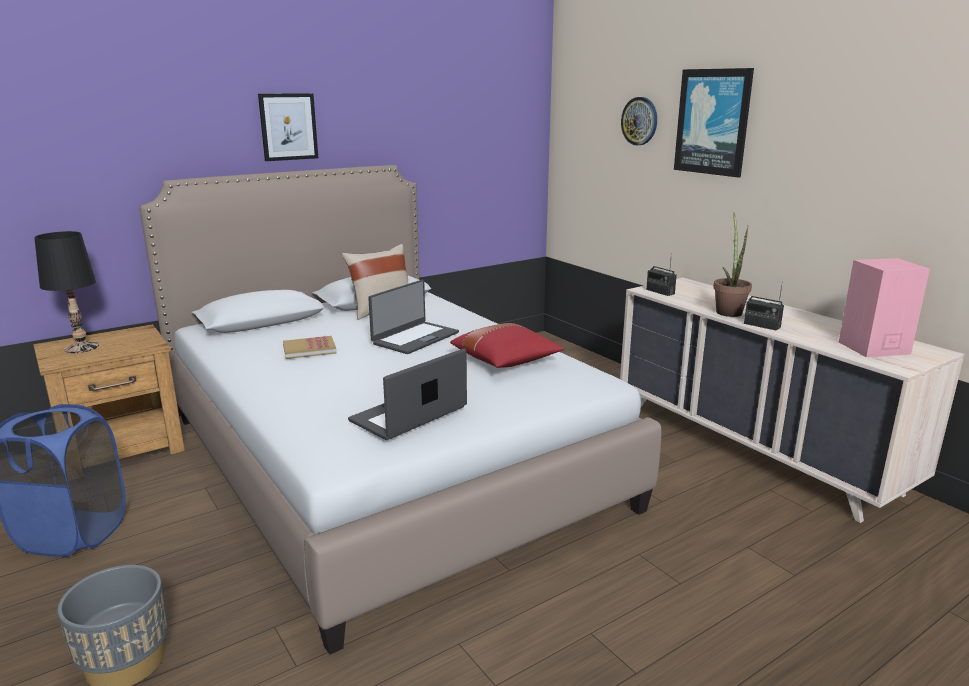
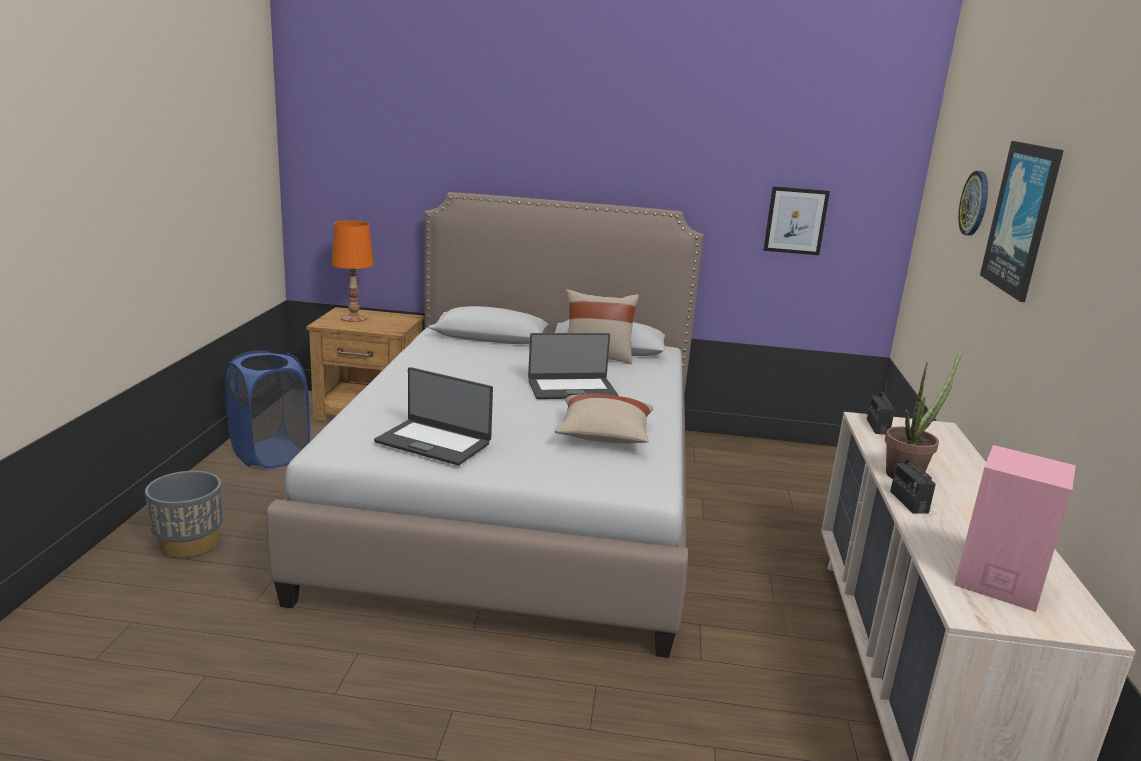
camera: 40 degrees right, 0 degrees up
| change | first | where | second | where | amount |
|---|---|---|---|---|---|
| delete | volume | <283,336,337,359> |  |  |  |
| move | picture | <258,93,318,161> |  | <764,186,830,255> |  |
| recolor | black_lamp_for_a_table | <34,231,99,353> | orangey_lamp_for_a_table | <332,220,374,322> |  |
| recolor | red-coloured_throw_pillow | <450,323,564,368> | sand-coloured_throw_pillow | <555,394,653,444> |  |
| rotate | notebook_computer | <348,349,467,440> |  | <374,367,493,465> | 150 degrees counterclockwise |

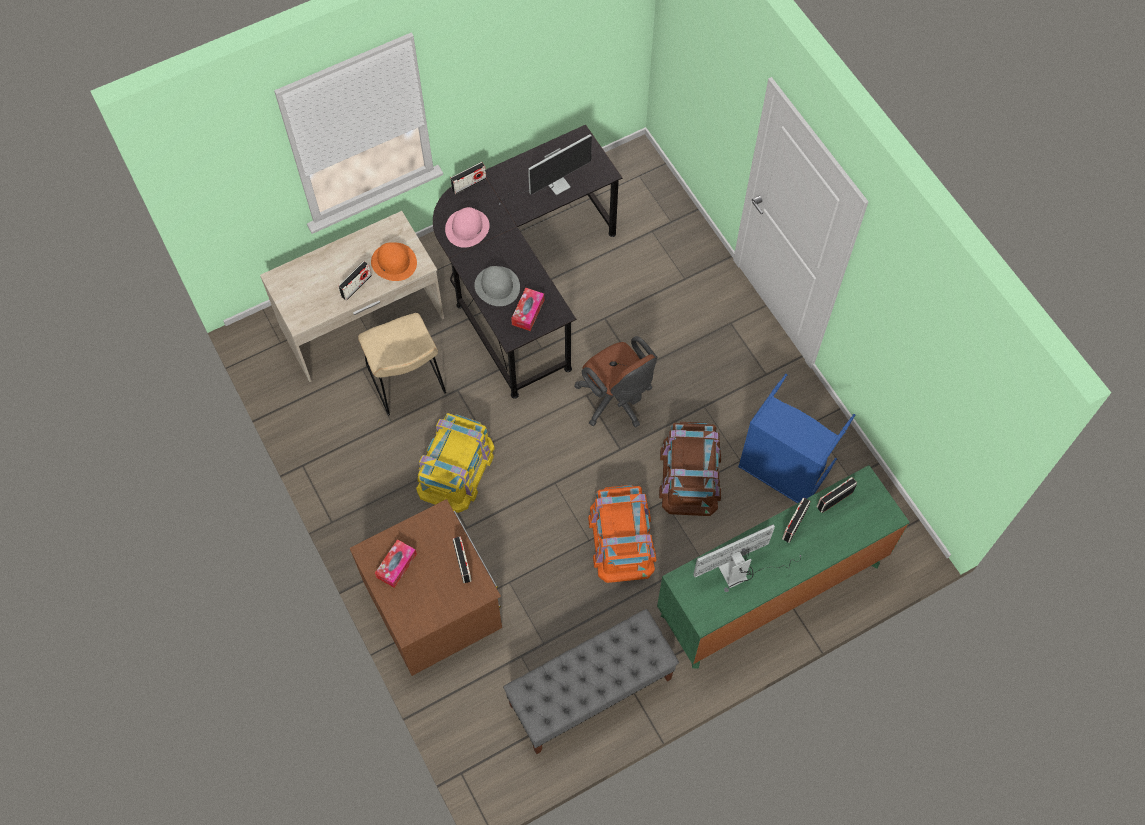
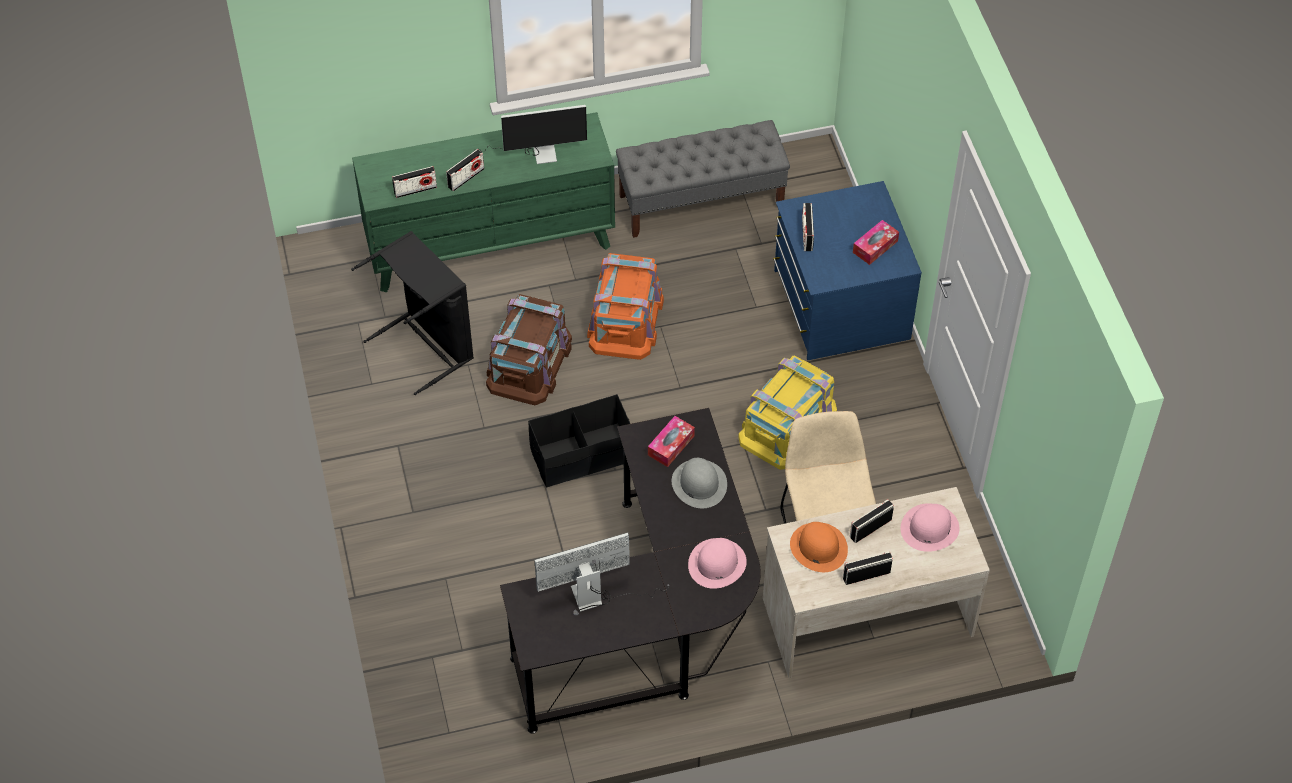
camera: 165 degrees left, 10 degrees down
| change | first | where | second | where | amount |
|---|---|---|---|---|---|
| insert |  |  | pinkish_hat | <901,503,959,552> |  |
| move | radio_set | <451,162,486,194> |  | <843,551,893,585> |  |
| replace | brown-coloured_desk_chair | <574,336,657,427> | black_storage_container | <528,394,630,488> |  |
| recolor | brown-coloured_chest_of_drawers | <350,499,502,676> | bluish_chest_of_drawers | <773,181,922,360> |  |
| recolor | bluish_washing_basket | <738,374,855,503> | black_washing_basket | <351,231,474,395> |  |

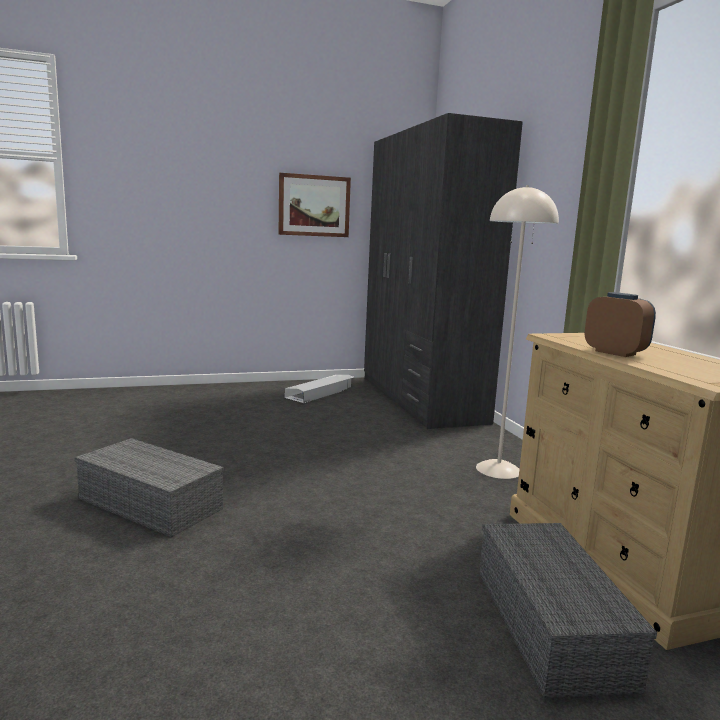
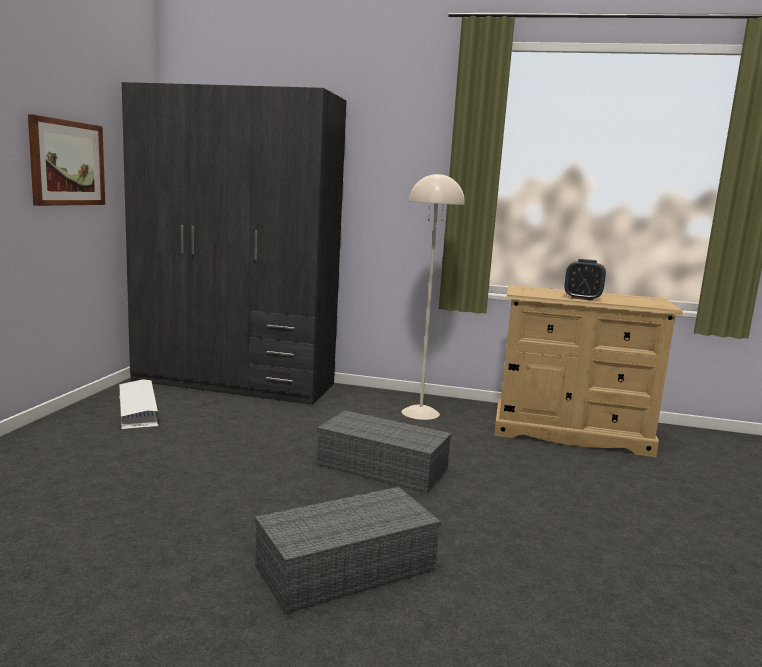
camera: 60 degrees left, 0 degrees up
| change | first | where | second | where | amount |
|---|---|---|---|---|---|
| move | gray_storage_container | <479,523,657,698> |  | <317,410,452,493> |  |
| rotate | alarm_clock | <585,292,656,357> |  | <564,259,606,301> | 150 degrees counterclockwise |

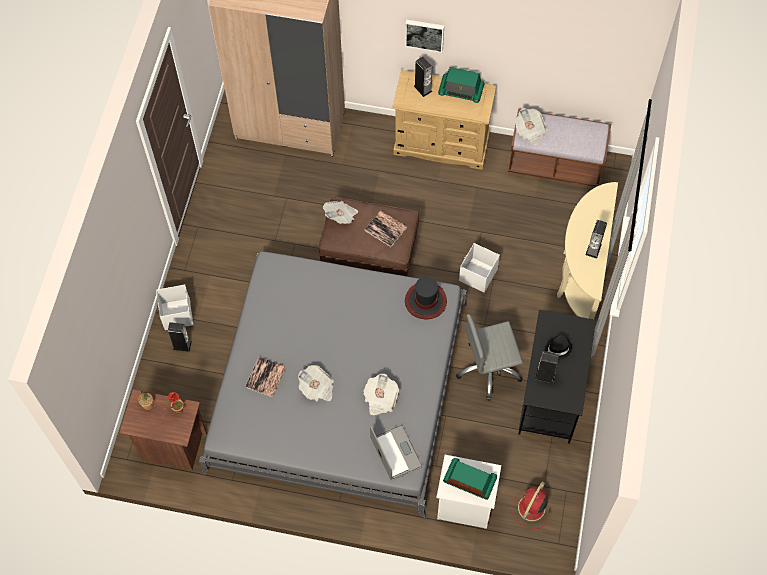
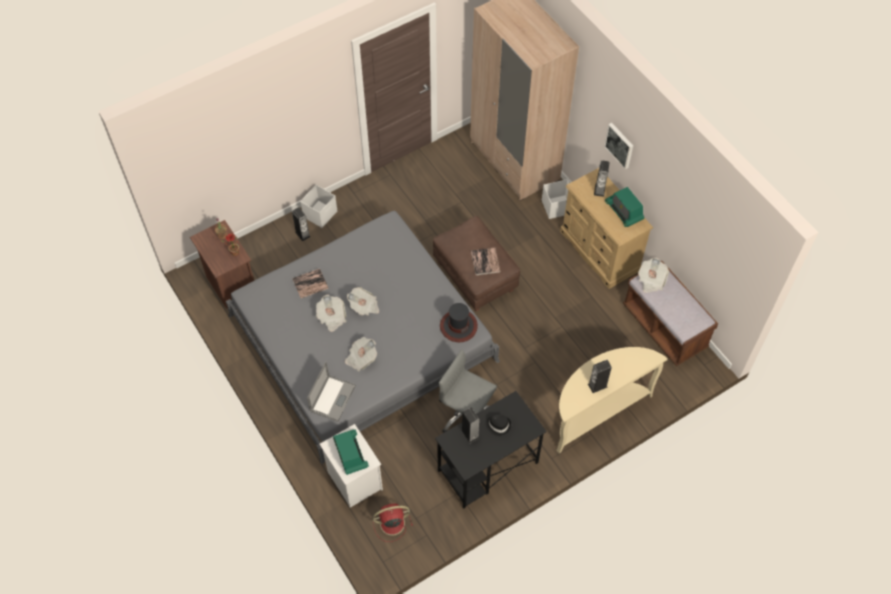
camera: 45 degrees right, 5 degrees down
| change | first | where | second | where | amount |
|---|---|---|---|---|---|
| move | printed_paper | <323,201,358,224> |  | <347,287,379,315> |  |
| move | white-coloured_storage_container | <459,243,500,293> |  | <542,179,569,219> |  |

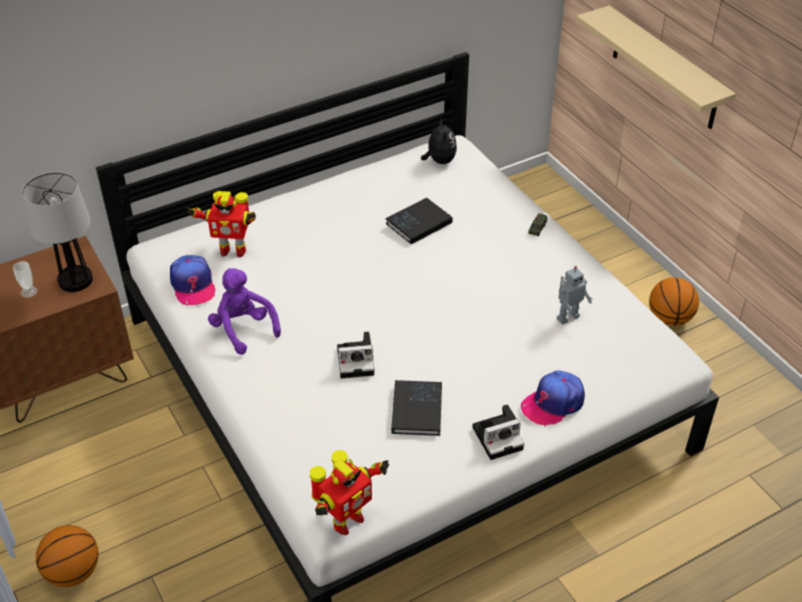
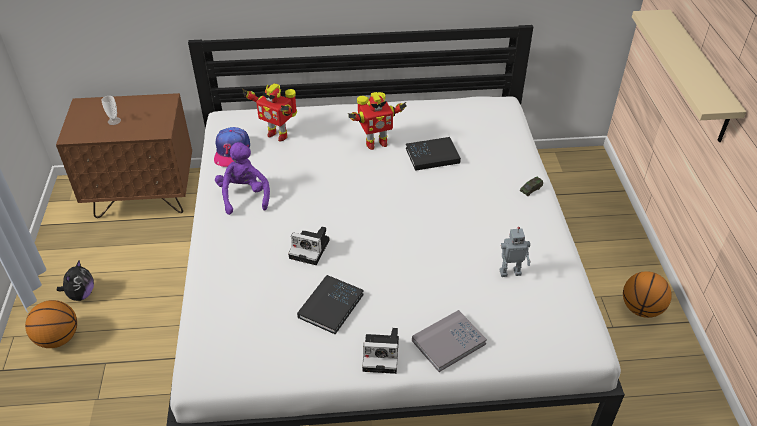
camera: 25 degrees right, 0 degrees up
| change | first | where | second | where | amount |
|---|---|---|---|---|---|
| delete | lamp_for_a_table | <22,172,93,292> |  |  |  |
| move | toy_robot | <310,450,389,535> |  | <348,92,407,150> |  |
| move | soft_toy | <421,118,457,164> |  | <57,260,94,301> |  |
| replace | cap | <521,370,585,426> | gray_volume | <412,310,487,372> |  |

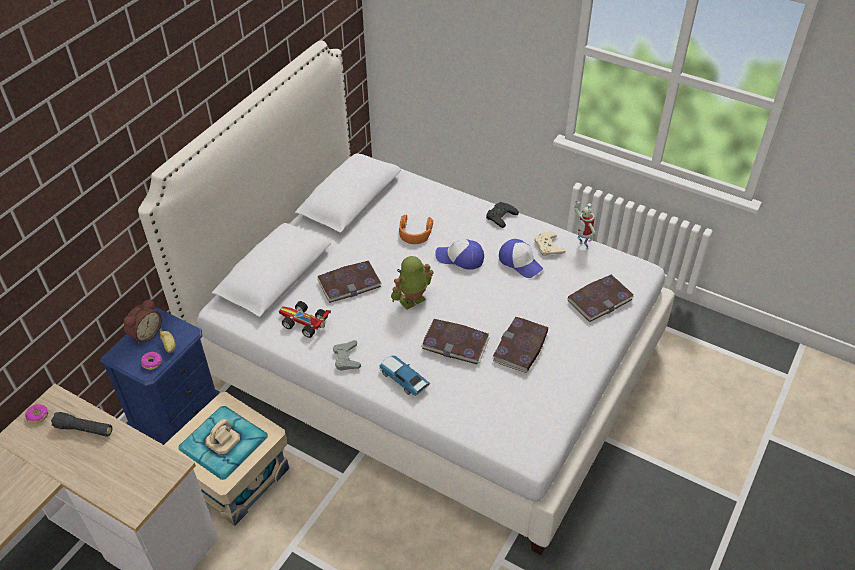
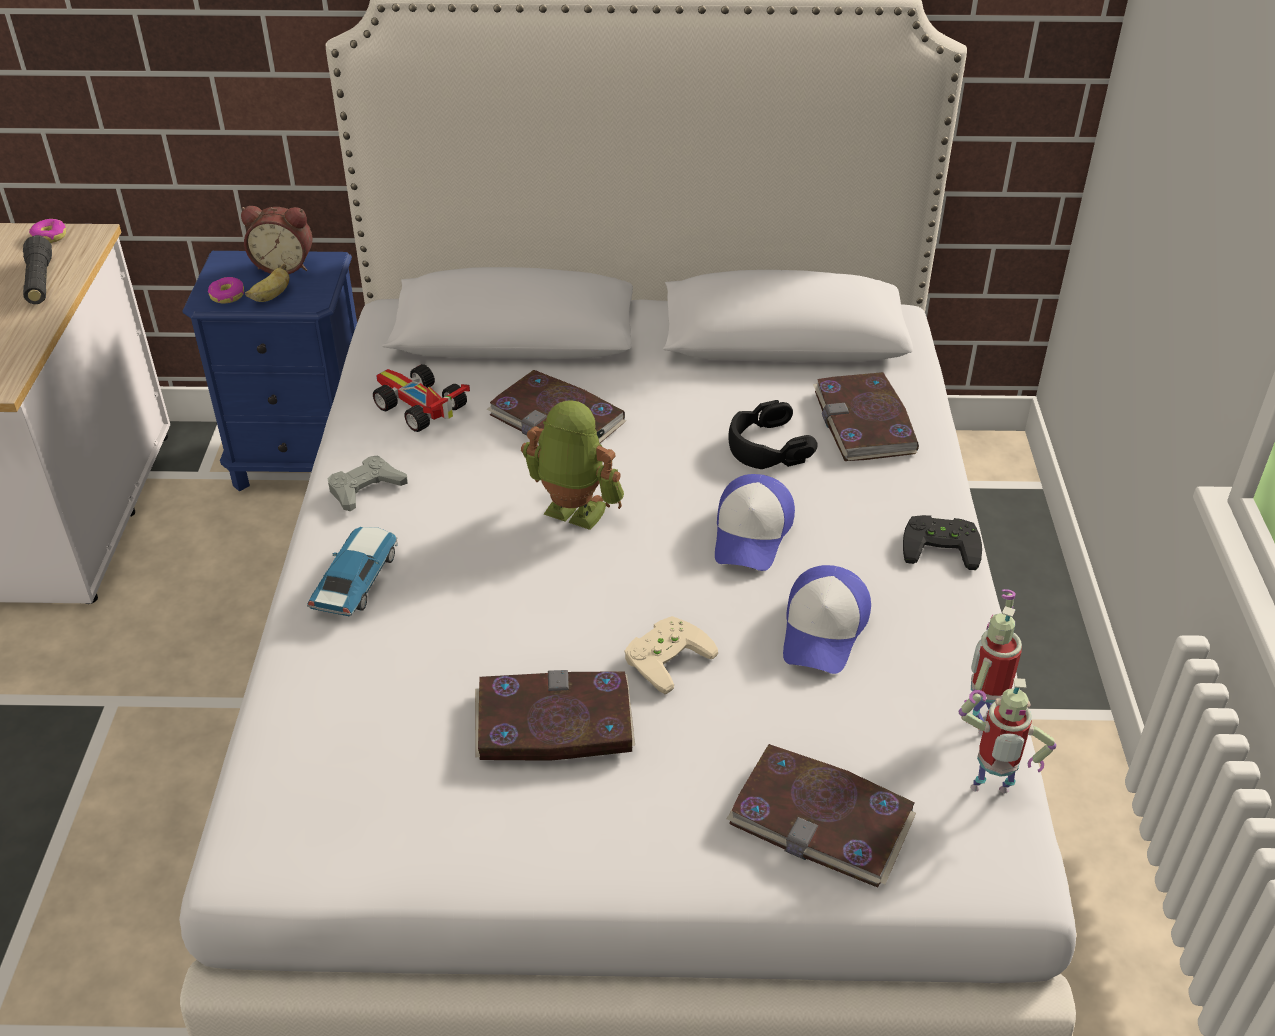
camera: 60 degrees right, 5 degrees down
| change | first | where | second | where | amount |
|---|---|---|---|---|---|
| delete | sand-coloured_storage_container | <164,392,289,526> |  |  |  |
| insert |  |  | toy_robot | <959,678,1056,793> |  |
| move | volume | <421,319,490,364> |  | <813,372,919,461> |  |
| move | sand-coloured_game_controller | <534,231,565,256> |  | <625,616,718,694> |  |
| recolor | orangey_pair_of_headphones | <399,214,433,244> | black_pair_of_headphones | <728,400,818,469> |  |
| rotate | miniature_car | <279,301,331,338> |  | <373,364,470,432> | 45 degrees counterclockwise |
| rotate | cap | <435,239,484,270> |  | <715,474,795,571> | 150 degrees counterclockwise |

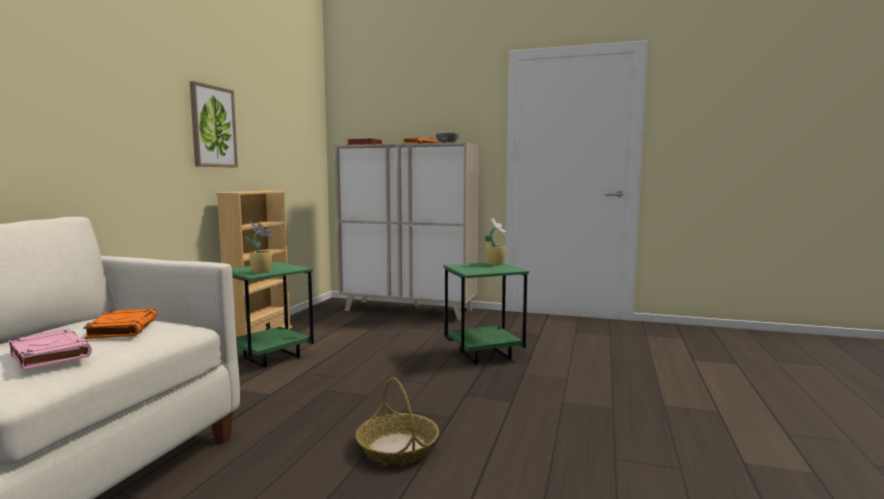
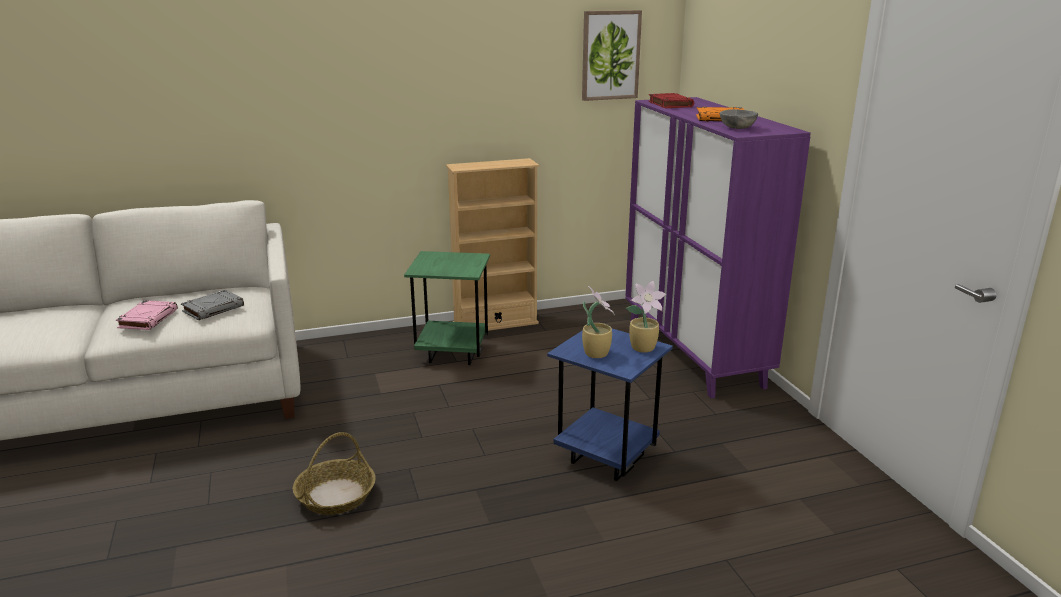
camera: 55 degrees right, 15 degrees up
| change | first | where | second | where | amount |
|---|---|---|---|---|---|
| move | picture | <190,81,238,168> |  | <582,10,642,101> |  |
| move | plant_in_a_pot | <245,222,273,273> |  | <582,286,615,358> |  |
| recolor | orangey_volume | <83,308,157,339> | gray_volume | <181,290,244,320> |  |
| recolor | sand-coloured_storage_cabinet | <335,142,479,321> | purplish_storage_cabinet | <625,97,811,399> |  |
| recolor | green_end_table | <443,262,529,364> | bluish_end_table | <547,329,673,481> |  |

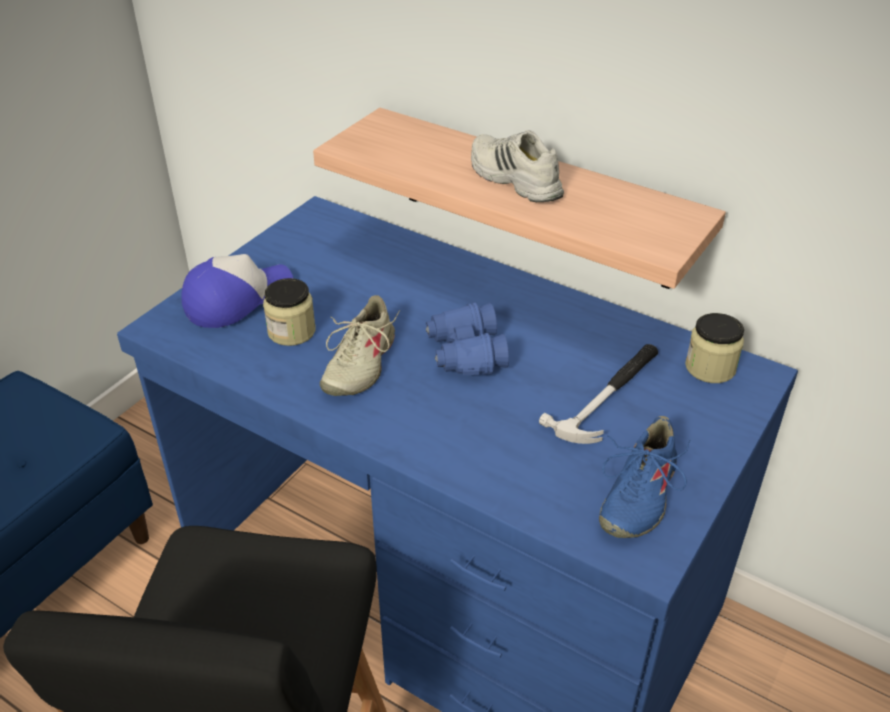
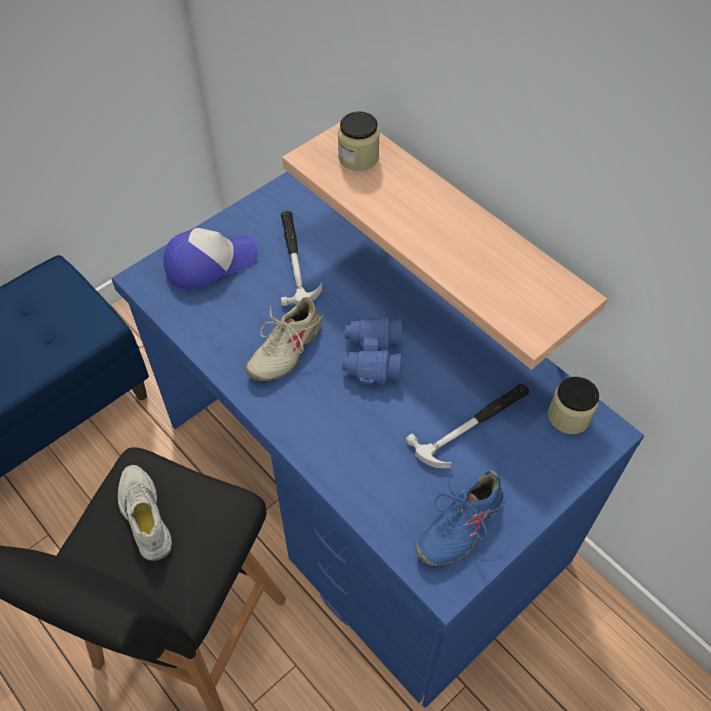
camera: 15 degrees right, 15 degrees up
| change | first | where | second | where | amount |
|---|---|---|---|---|---|
| insert |  |  | hand_hammer | <281,211,322,306> |  |
| move | jar | <263,278,316,346> |  | <338,111,380,171> |  |
| move | white-coloured_low_shoe | <471,130,564,202> |  | <118,465,172,561> |  |

